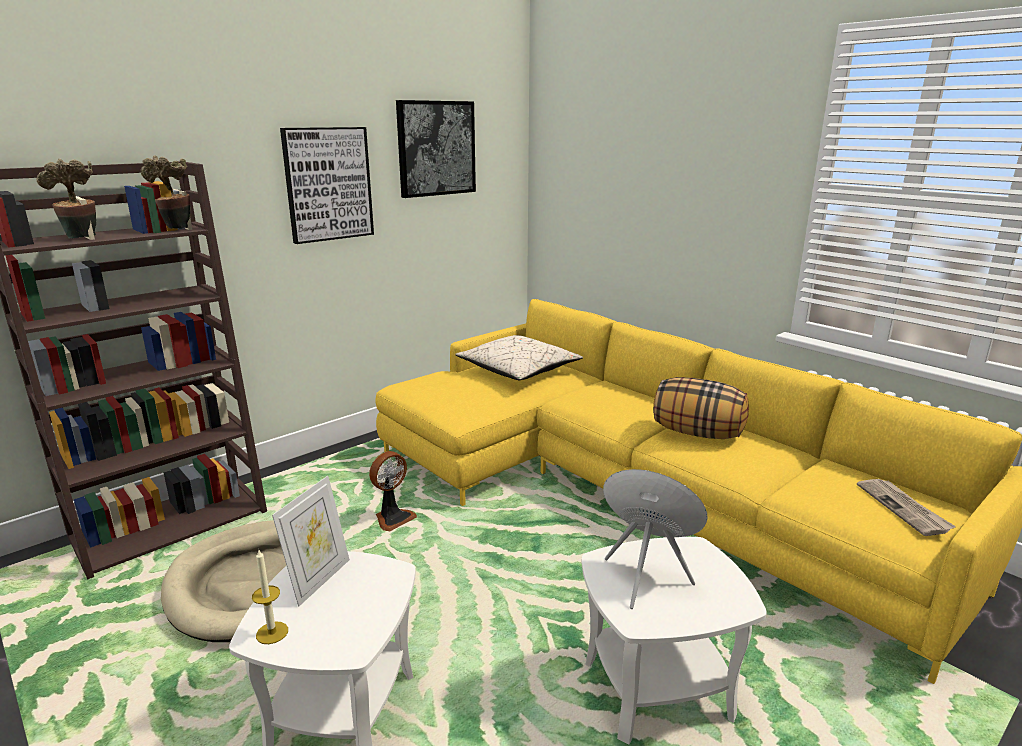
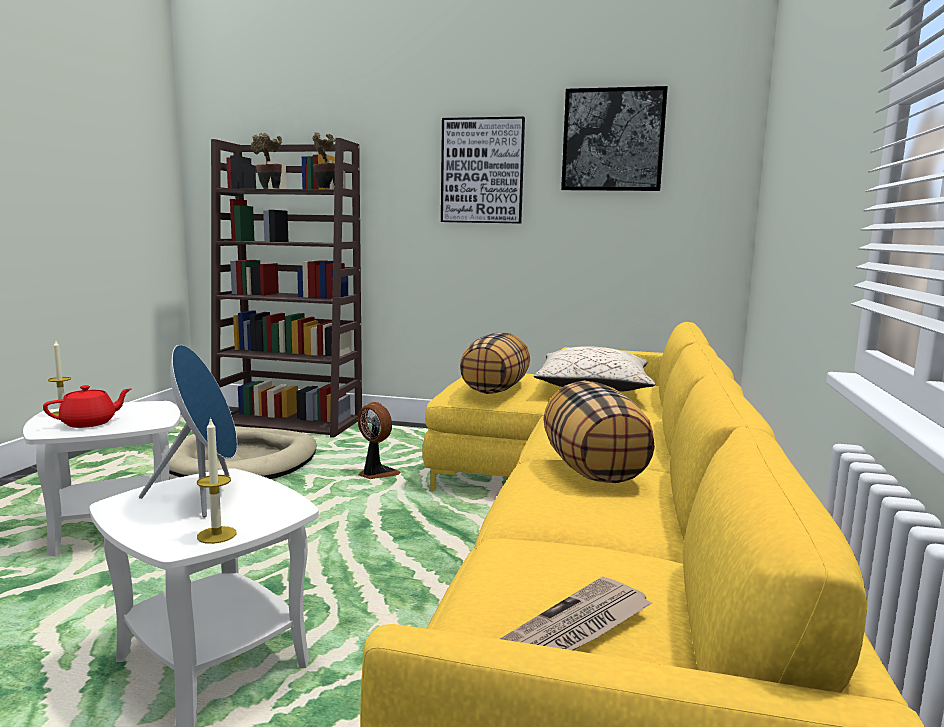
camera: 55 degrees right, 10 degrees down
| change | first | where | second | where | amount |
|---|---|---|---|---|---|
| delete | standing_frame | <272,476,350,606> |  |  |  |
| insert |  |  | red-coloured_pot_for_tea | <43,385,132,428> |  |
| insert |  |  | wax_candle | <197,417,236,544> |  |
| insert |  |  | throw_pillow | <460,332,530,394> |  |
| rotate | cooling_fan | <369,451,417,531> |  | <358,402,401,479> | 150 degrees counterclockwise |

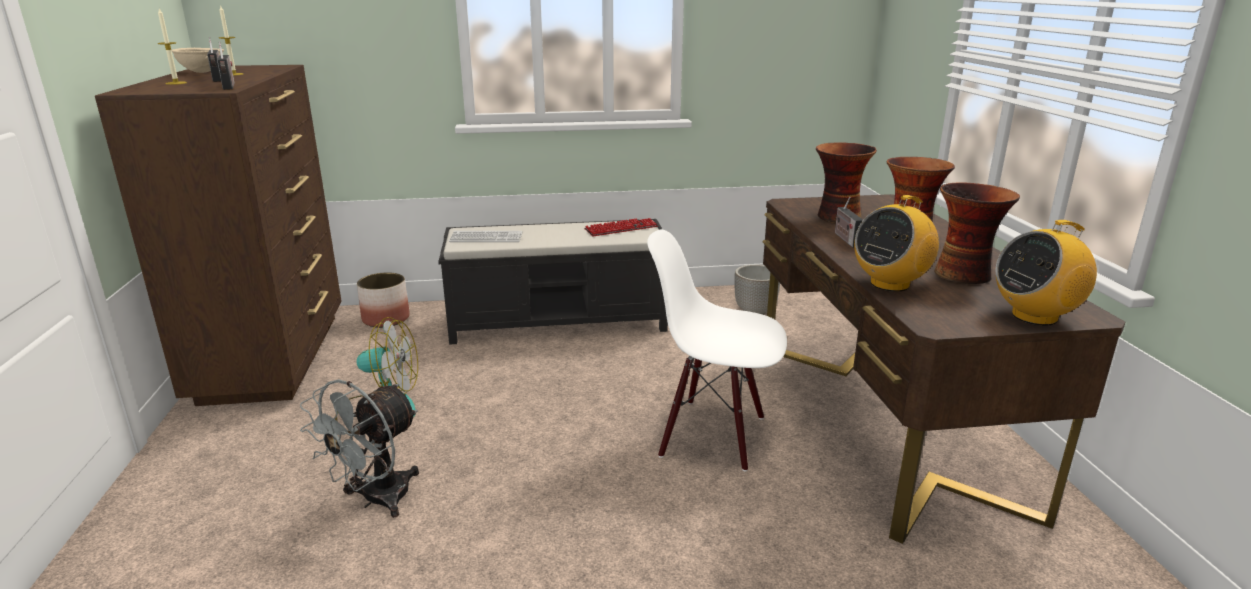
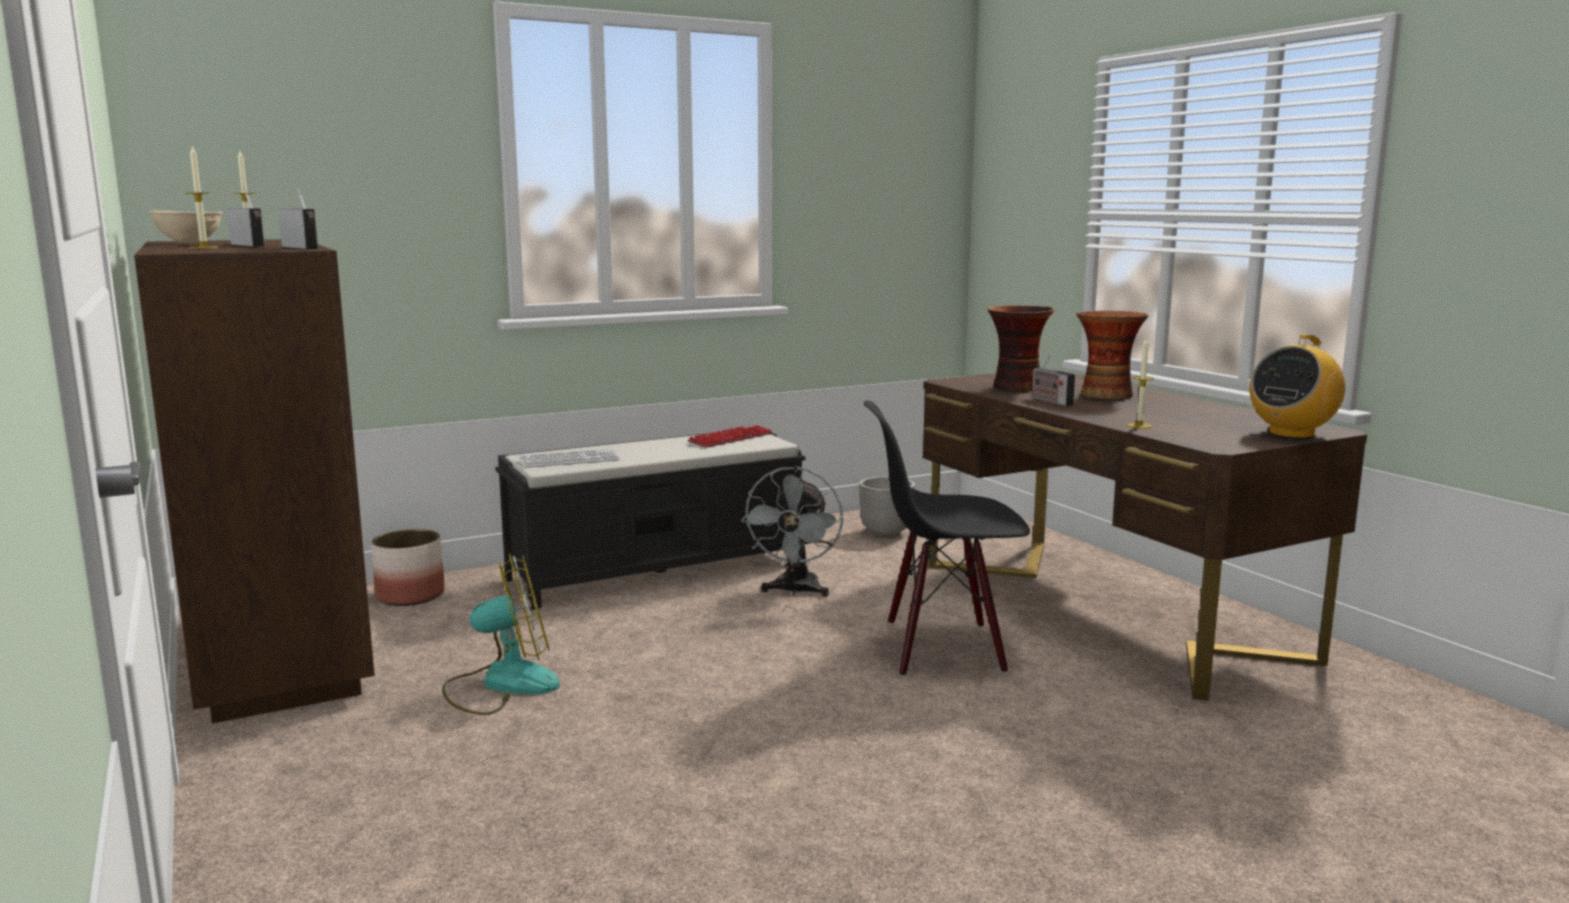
camera: 20 degrees left, 10 degrees down
| change | first | where | second | where | amount |
|---|---|---|---|---|---|
| delete | decorative_vase | <934,182,1020,284> |  |  |  |
| move | gray_cooling_fan | <300,379,419,518> |  | <741,466,843,597> |  |
| replace | radio_set | <854,195,939,292> | wax_candle | <1127,338,1154,429> |  |
| recolor | white-coloured_upright_chair | <647,229,787,472> | black_upright_chair | <864,401,1030,675> |  |

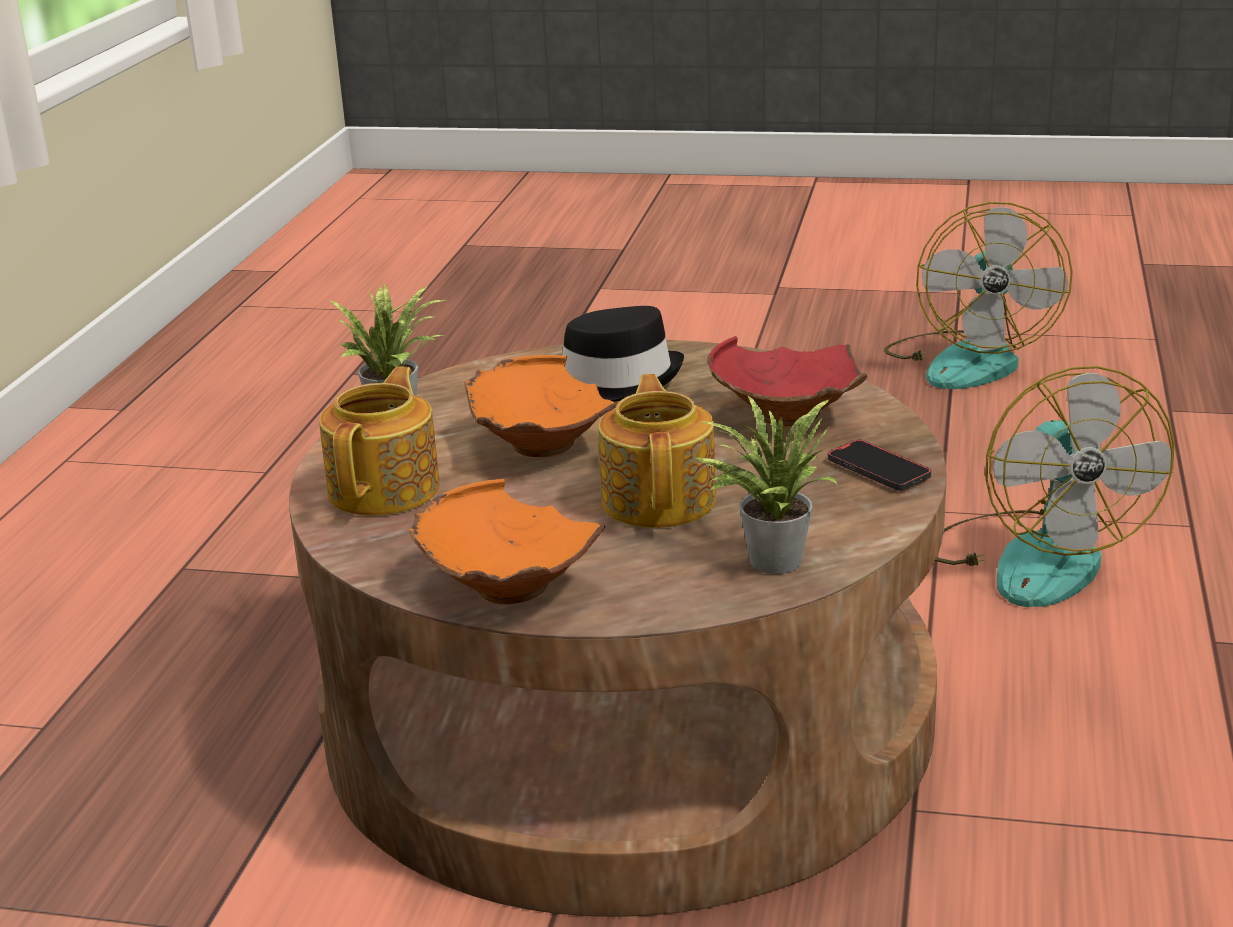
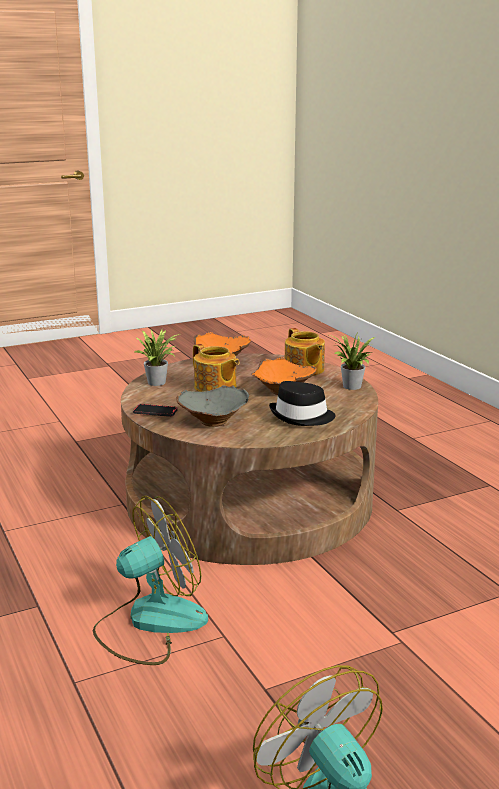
camera: 140 degrees right, 5 degrees down
| change | first | where | second | where | amount |
|---|---|---|---|---|---|
| recolor | red-coloured_deep_dish | <707,336,867,426> | gray_deep_dish | <176,385,249,427> |  |
| rotate | cooling_fan | <935,366,1175,607> |  | <93,495,208,665> | 105 degrees clockwise |

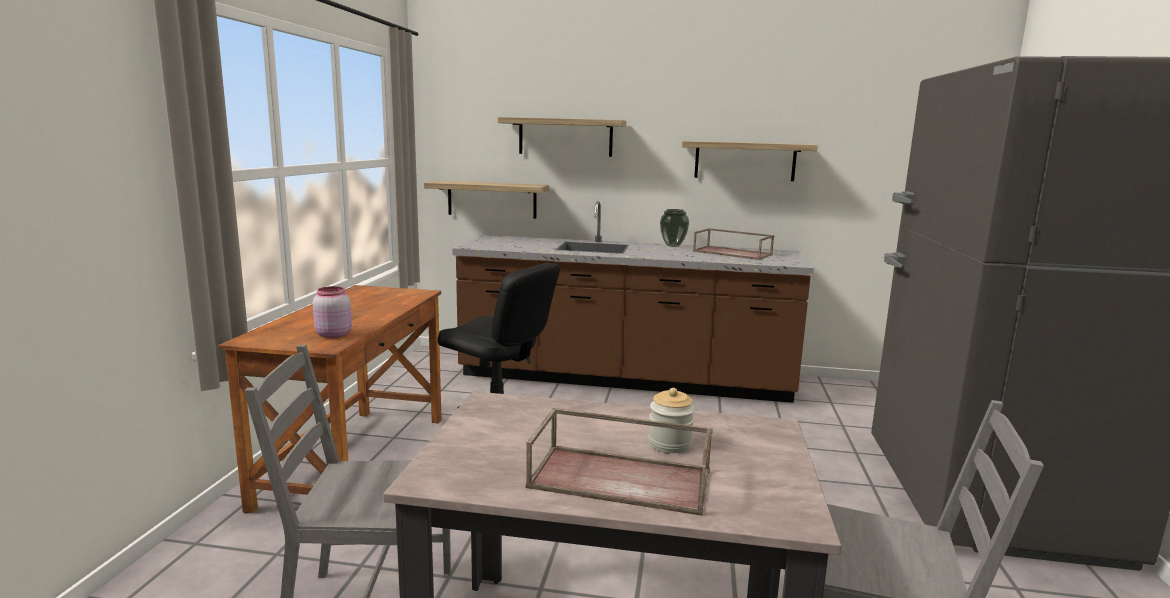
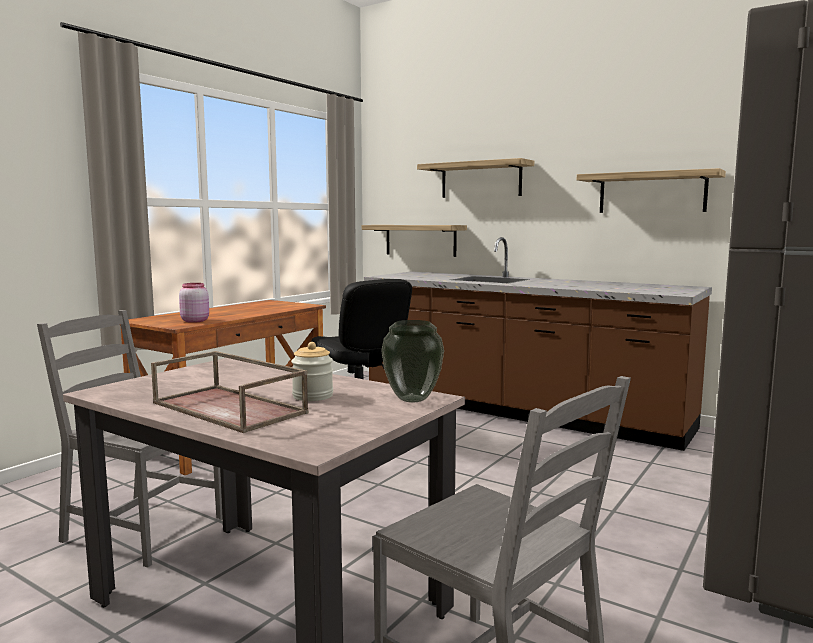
camera: 25 degrees right, 5 degrees down
| change | first | where | second | where | amount |
|---|---|---|---|---|---|
| delete | brown-coloured_tray | <693,228,774,260> |  |  |  |
| move | decorative_vase | <660,209,689,247> |  | <381,320,444,402> |  |

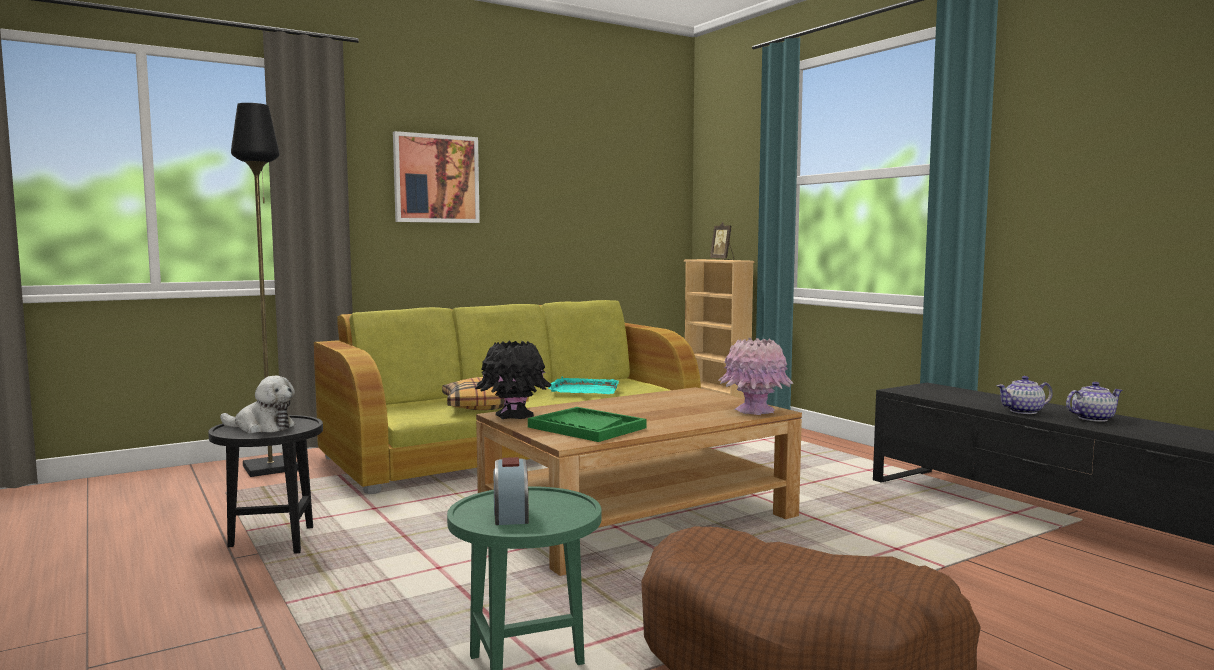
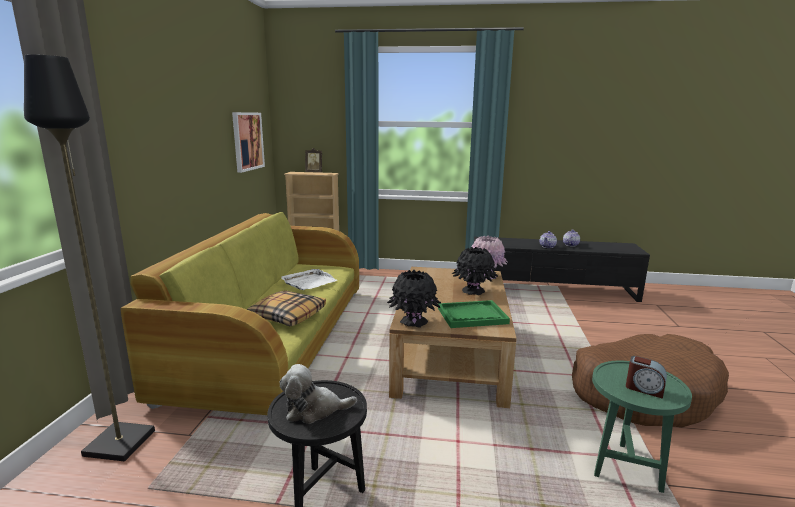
camera: 50 degrees left, 10 degrees up
| change | first | where | second | where | amount |
|---|---|---|---|---|---|
| insert |  |  | black_decorative_vase | <452,247,498,295> |  |
| move | picture | <393,131,480,223> |  | <232,112,265,173> |  |
| recolor | blue-green_tray | <548,377,619,394> | white-coloured_tray | <281,269,337,290> |  |
| rotate | soft_toy | <220,376,295,433> |  | <279,364,357,424> | 150 degrees counterclockwise |

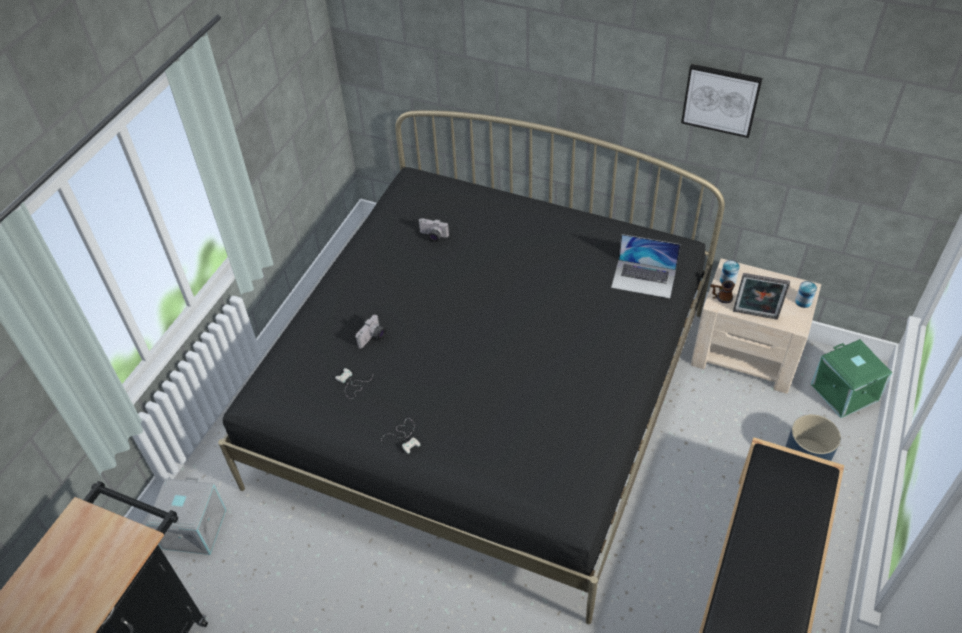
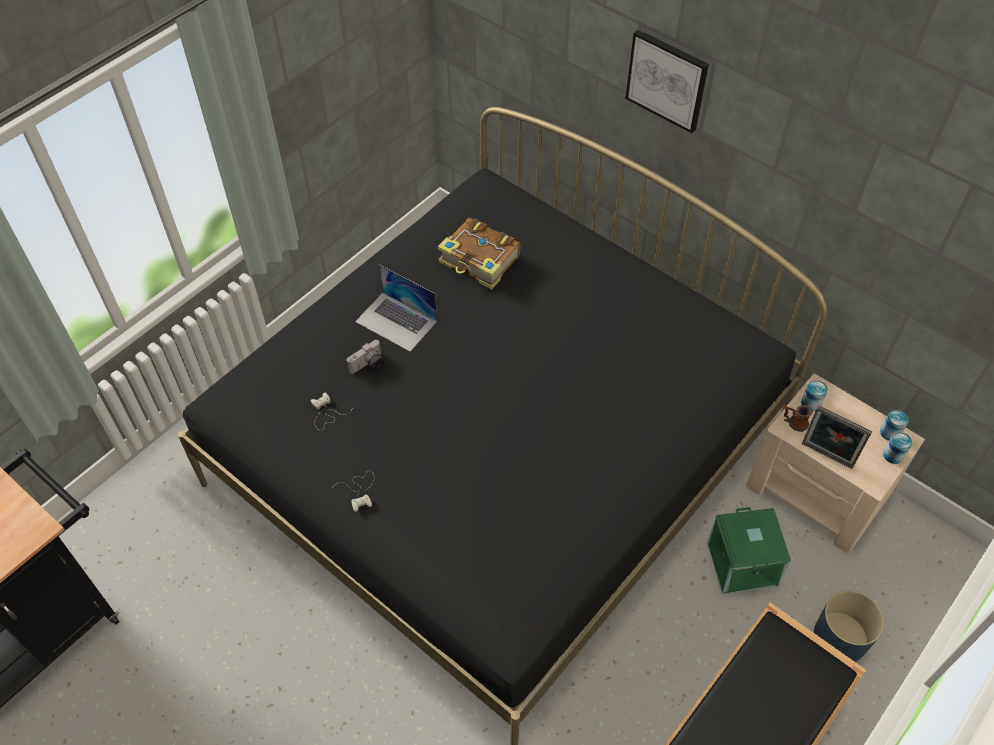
camera: 15 degrees right, 5 degrees up
| change | first | where | second | where | amount |
|---|---|---|---|---|---|
| delete | gray_storage_container | <146,477,227,555> |  |  |  |
| insert |  |  | sealed_can | <880,410,909,441> |  |
| move | notebook_computer | <611,234,681,298> |  | <355,265,437,352> |  |
| move | picture | <681,64,763,138> |  | <626,30,709,133> |  |
| move | green_storage_container | <811,339,892,418> |  | <707,507,791,594> |  |
| replace | still_camera | <418,218,449,242> | volume | <438,218,520,290> |  |

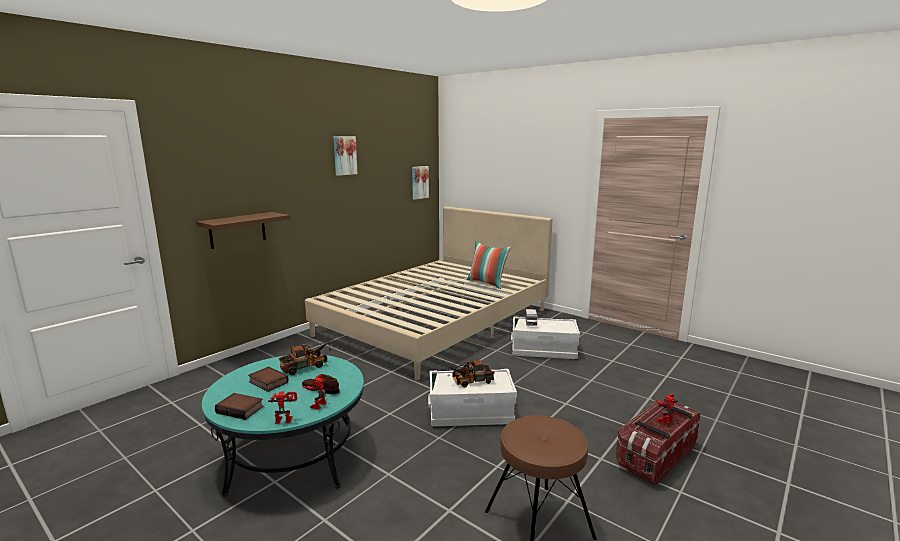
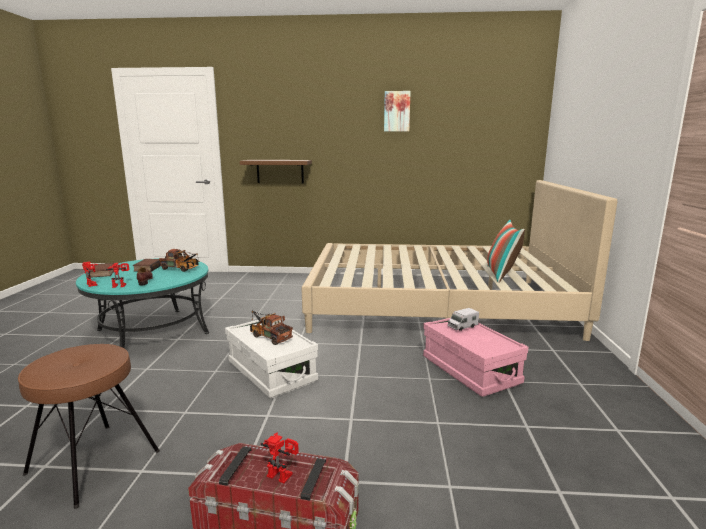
camera: 55 degrees right, 0 degrees up
| change | first | where | second | where | amount |
|---|---|---|---|---|---|
| delete | picture | <412,166,429,200> |  |  |  |
| recolor | white-coloured_storage_container | <511,316,580,359> | pinkish_storage_container | <423,318,529,397> |  |

